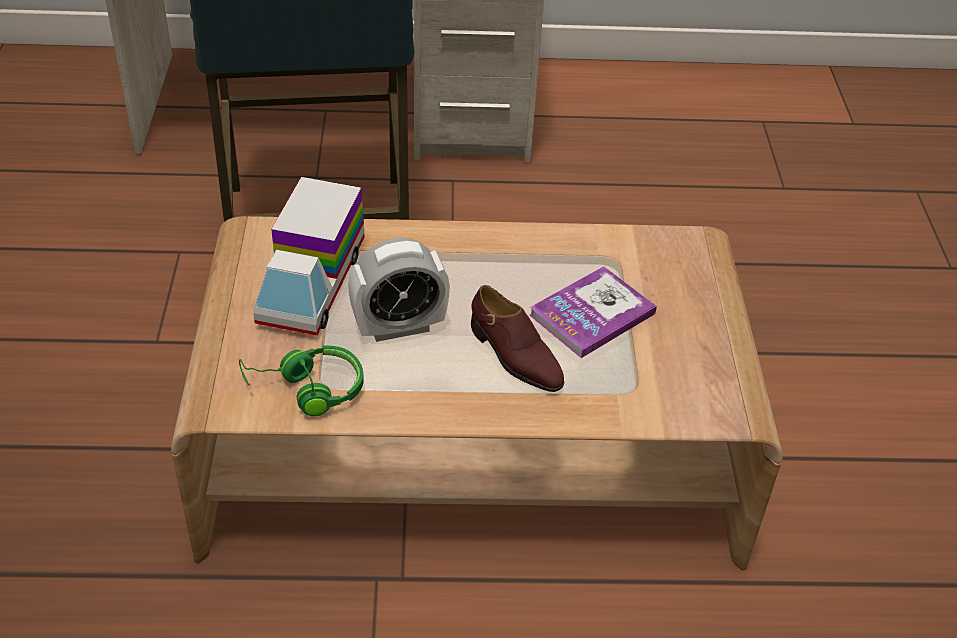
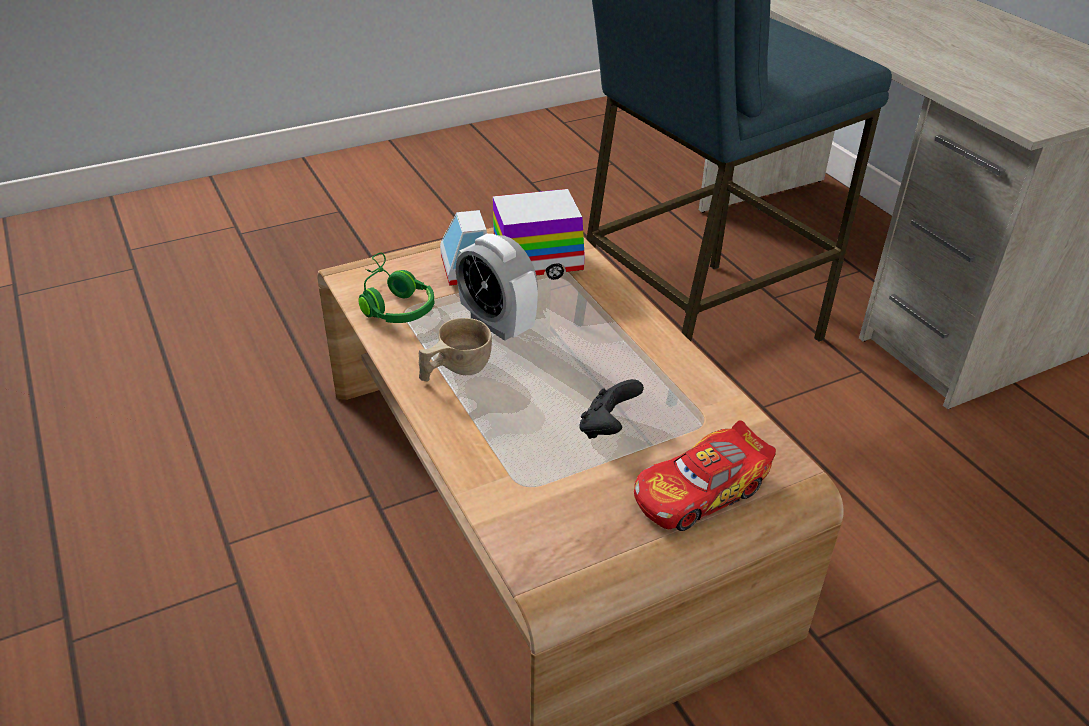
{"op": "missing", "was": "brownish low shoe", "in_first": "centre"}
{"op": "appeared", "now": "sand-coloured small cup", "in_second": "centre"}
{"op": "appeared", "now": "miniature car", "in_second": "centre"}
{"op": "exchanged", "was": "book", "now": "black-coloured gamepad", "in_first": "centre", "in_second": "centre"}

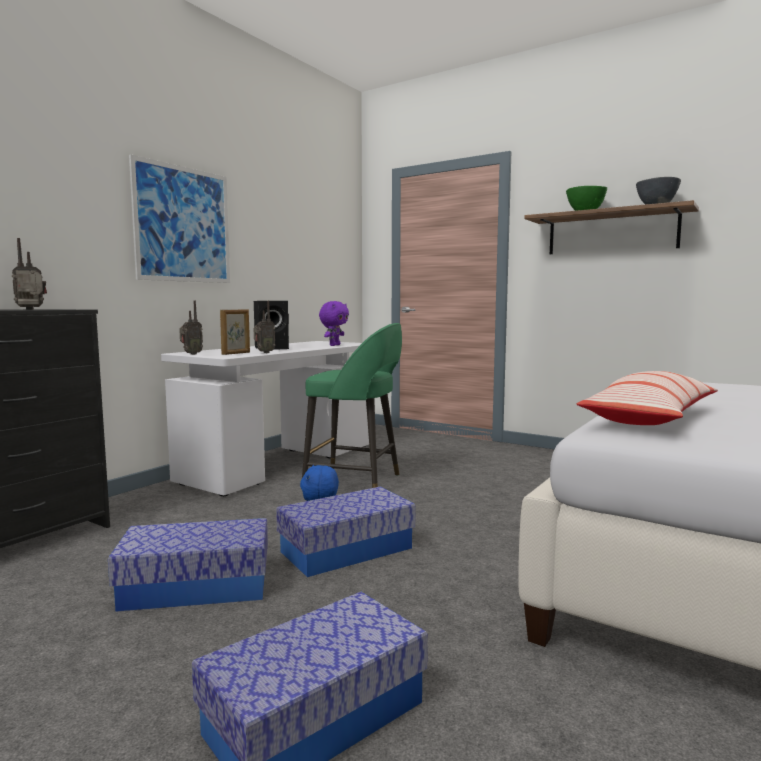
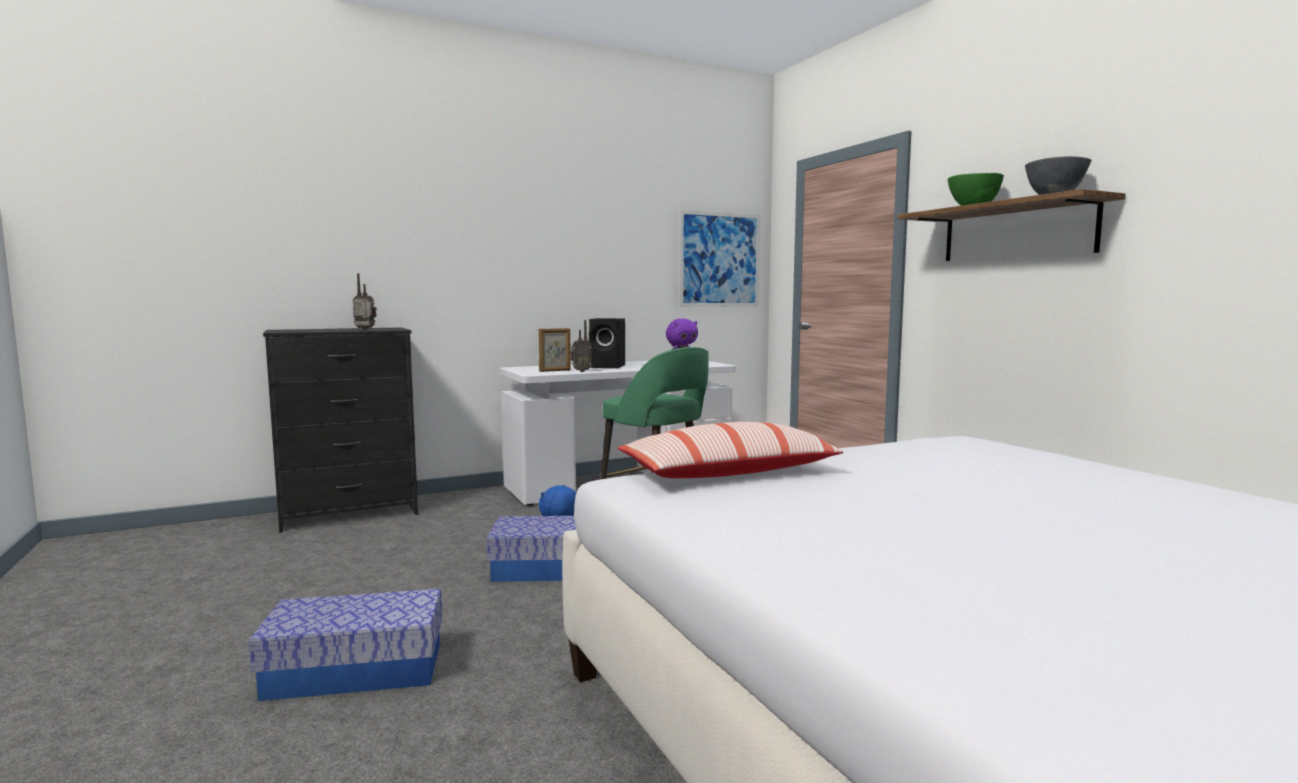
{"op": "missing", "was": "storage container (no. 1 from left)", "in_first": "bottom left"}
{"op": "missing", "was": "radio set (no. 2 from left)", "in_first": "middle left"}
{"op": "relocated", "was": "wall art", "in_first": "top left", "in_second": "top centre"}

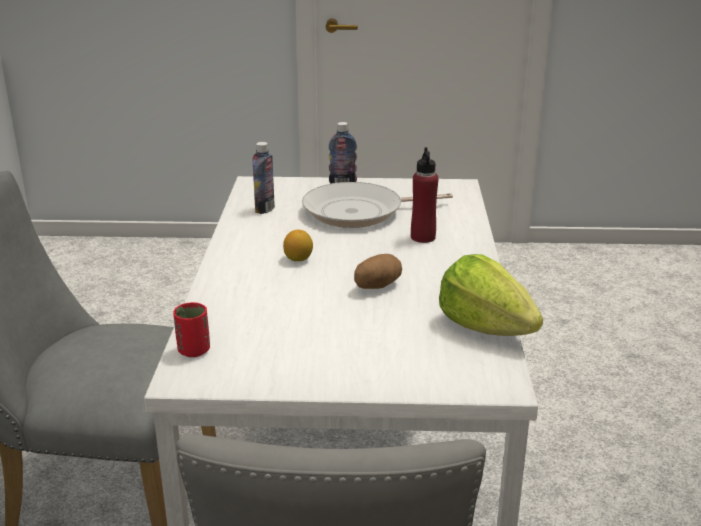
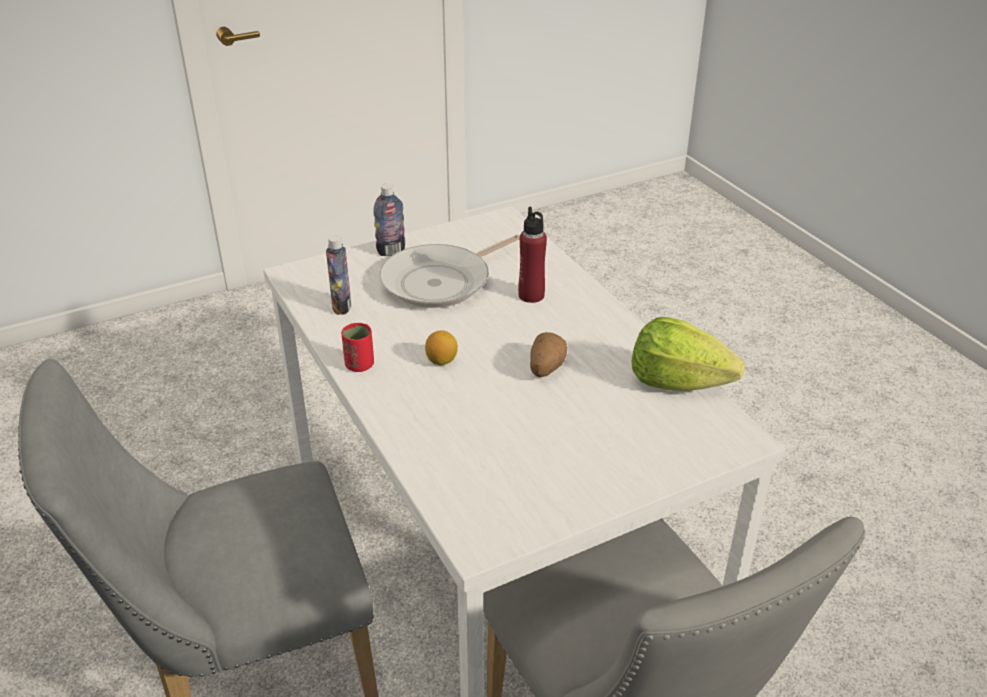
{"op": "relocated", "was": "red small cup", "in_first": "middle left", "in_second": "centre"}

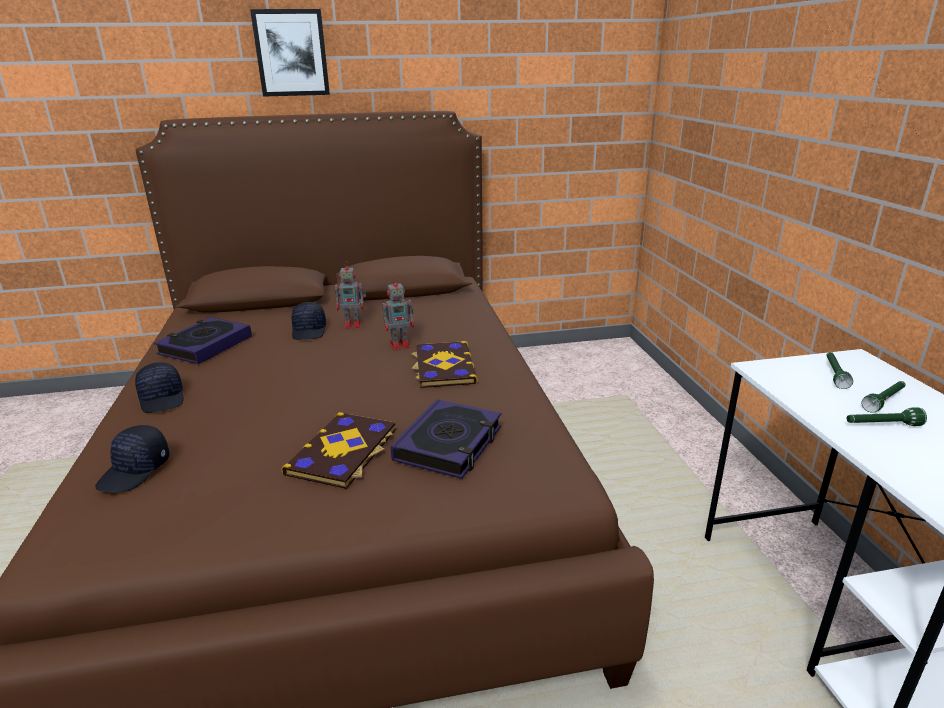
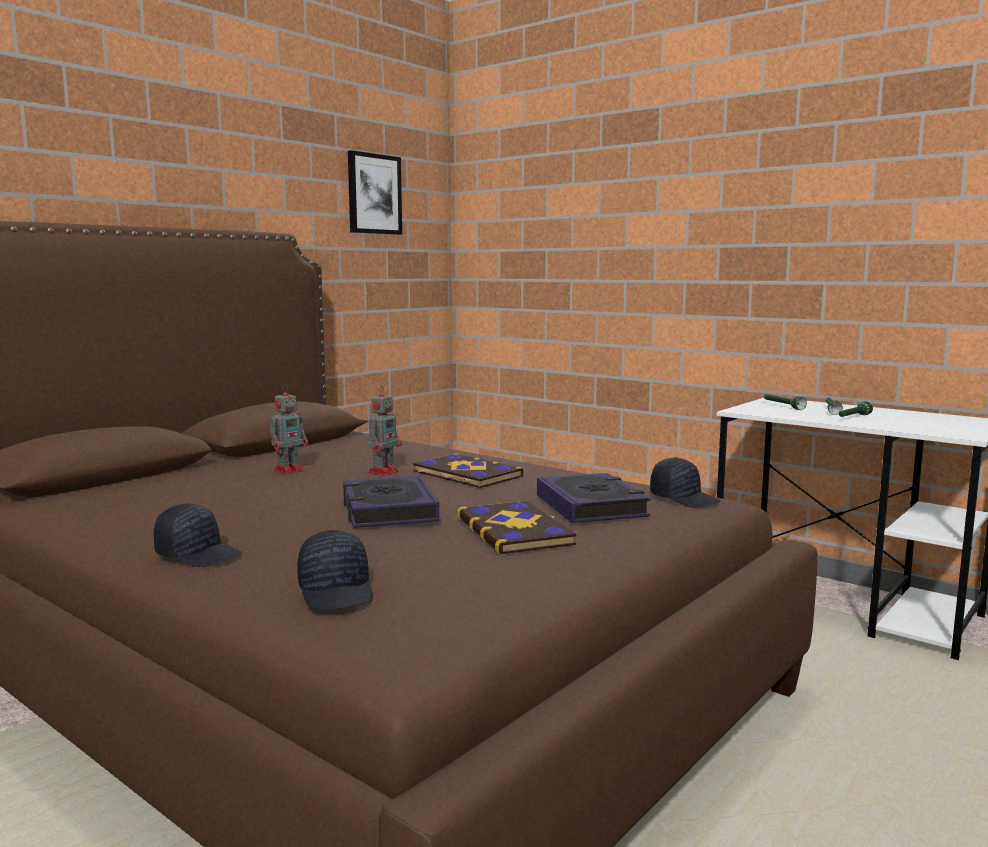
{"op": "relocated", "was": "book (no. 1 from left)", "in_first": "middle left", "in_second": "centre"}
{"op": "relocated", "was": "wall art", "in_first": "top left", "in_second": "top centre"}
{"op": "relocated", "was": "black-coloured baseball cap (no. 3 from left)", "in_first": "middle left", "in_second": "middle right"}

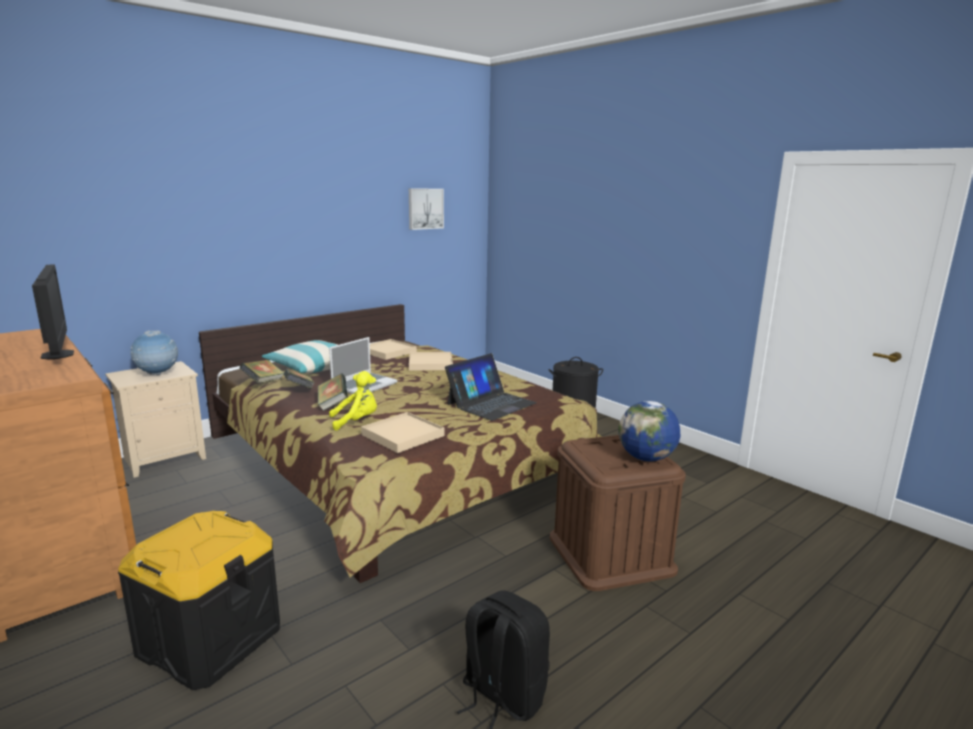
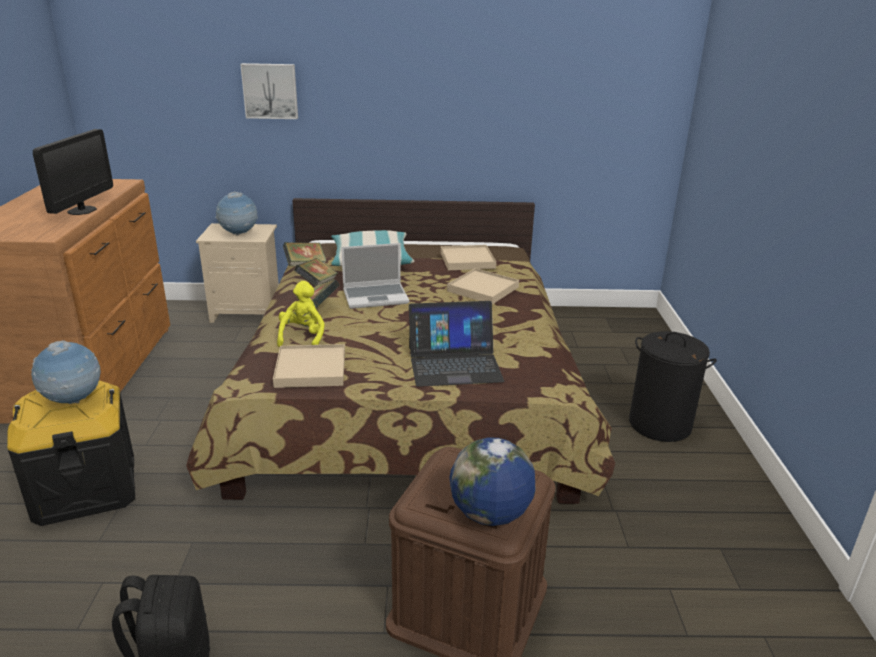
{"op": "appeared", "now": "world globe (no. 1 from left)", "in_second": "middle left"}
{"op": "relocated", "was": "wall art", "in_first": "top centre", "in_second": "top left"}
{"op": "spun", "was": "yellow soft toy", "in_first": "centre", "in_second": "centre", "clockwise": -105}

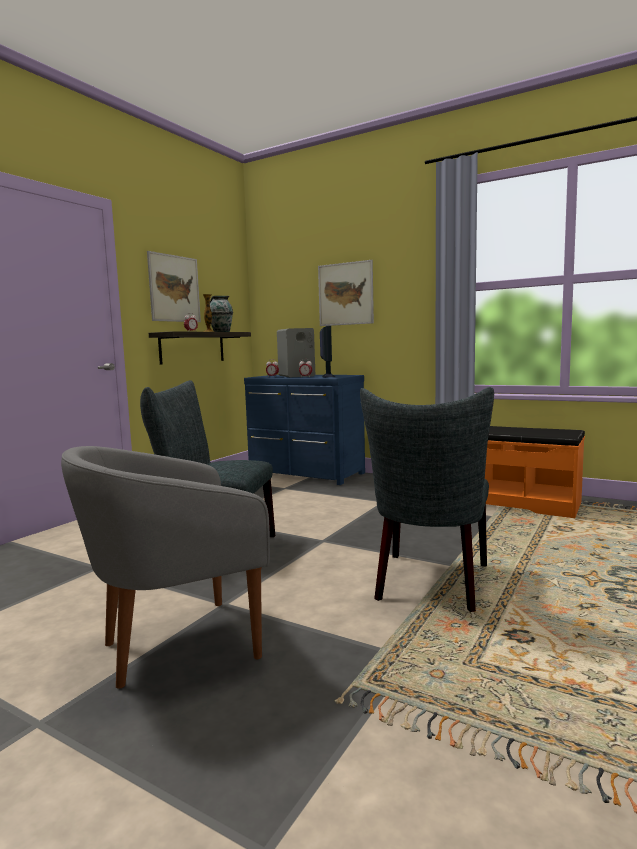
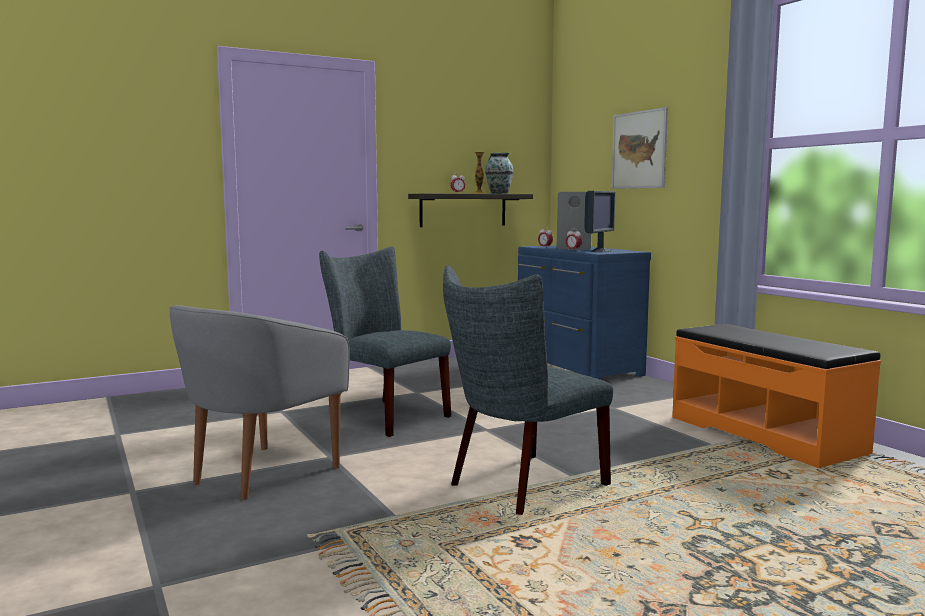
{"op": "missing", "was": "wall art (no. 1 from left)", "in_first": "middle left"}
{"op": "spun", "was": "gray lounge chair", "in_first": "bottom left", "in_second": "middle left", "clockwise": -60}

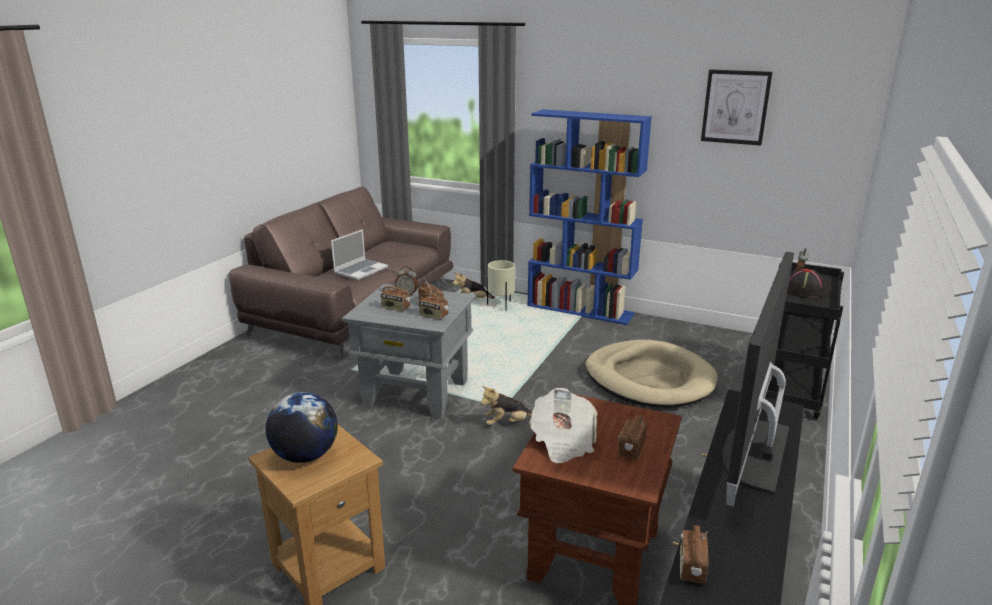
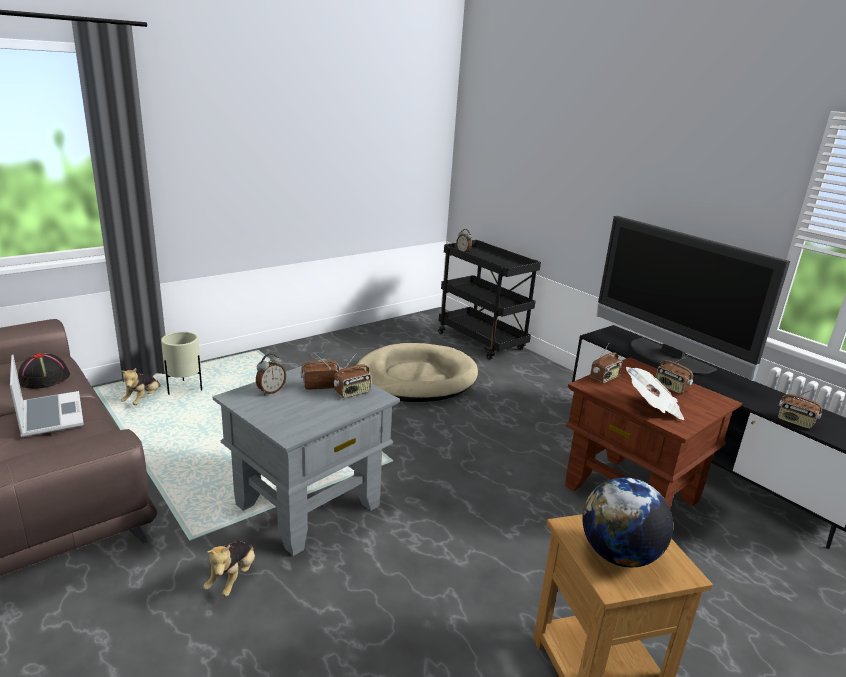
{"op": "missing", "was": "bluish bookcase", "in_first": "centre"}
{"op": "missing", "was": "wall art", "in_first": "top right"}
{"op": "relocated", "was": "radio set (no. 1 from left in the first image)", "now": "radio set (no. 3 from left)", "in_first": "centre", "in_second": "middle right"}
{"op": "relocated", "was": "soft toy (no. 2 from left)", "in_first": "bottom centre", "in_second": "bottom left"}
{"op": "relocated", "was": "black-coloured clothing hat", "in_first": "middle right", "in_second": "middle left"}

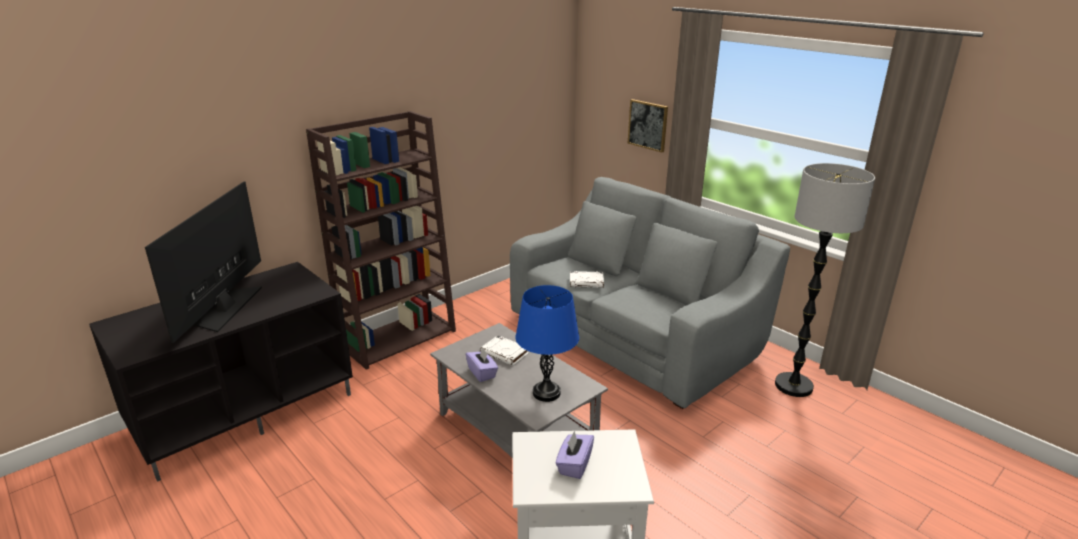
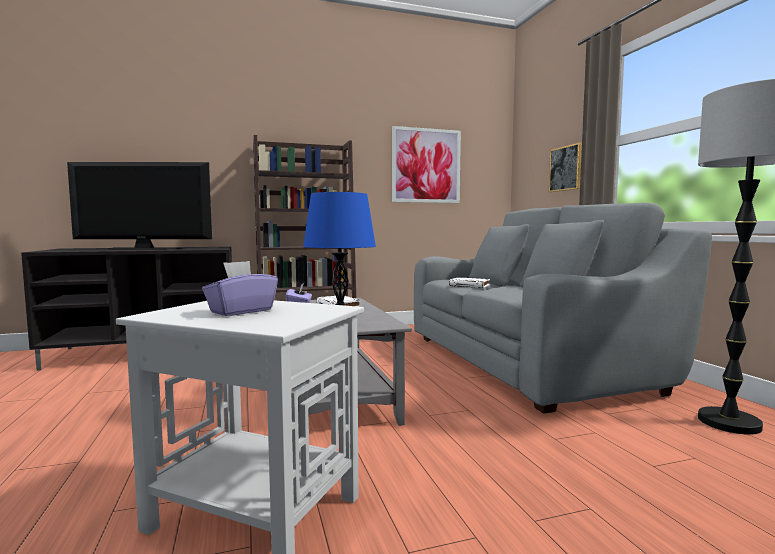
{"op": "appeared", "now": "wall art (no. 1 from left)", "in_second": "top centre"}
{"op": "spun", "was": "TV set", "in_first": "middle left", "in_second": "middle left", "clockwise": -120}

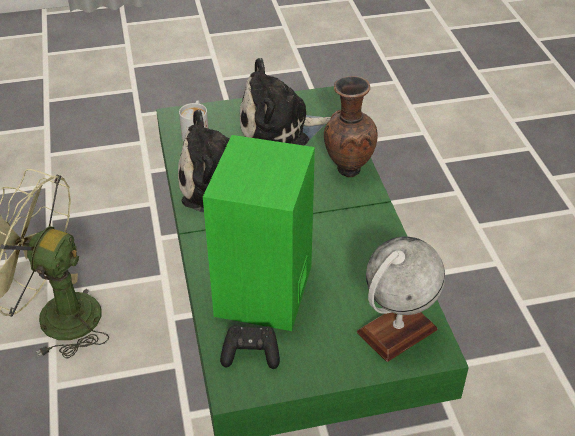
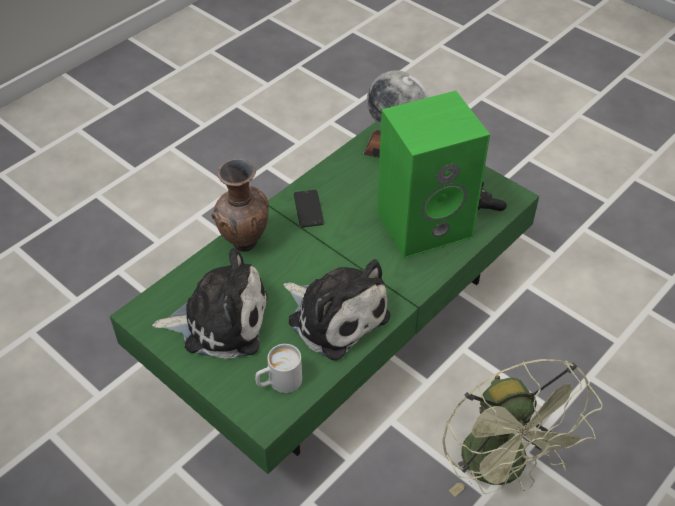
{"op": "appeared", "now": "handset", "in_second": "centre"}
{"op": "spun", "was": "soft toy (no. 2 from left in the first image)", "in_first": "top centre", "in_second": "middle left", "clockwise": -45}

